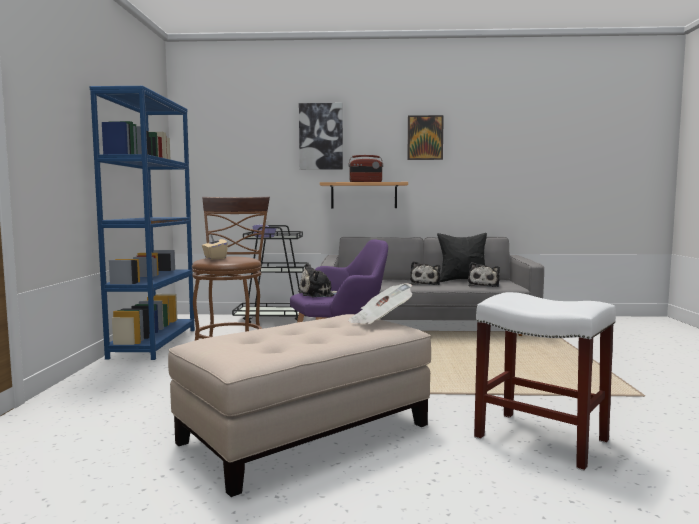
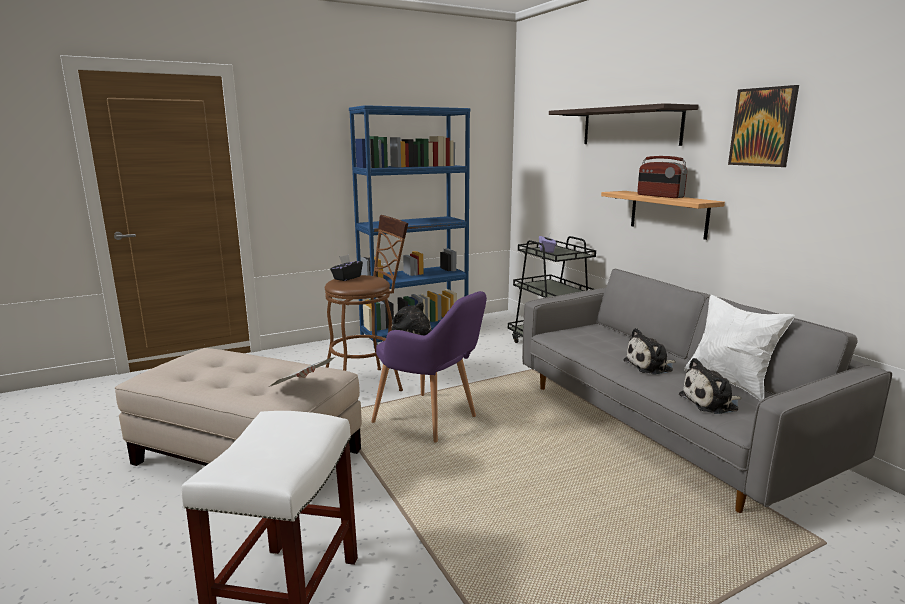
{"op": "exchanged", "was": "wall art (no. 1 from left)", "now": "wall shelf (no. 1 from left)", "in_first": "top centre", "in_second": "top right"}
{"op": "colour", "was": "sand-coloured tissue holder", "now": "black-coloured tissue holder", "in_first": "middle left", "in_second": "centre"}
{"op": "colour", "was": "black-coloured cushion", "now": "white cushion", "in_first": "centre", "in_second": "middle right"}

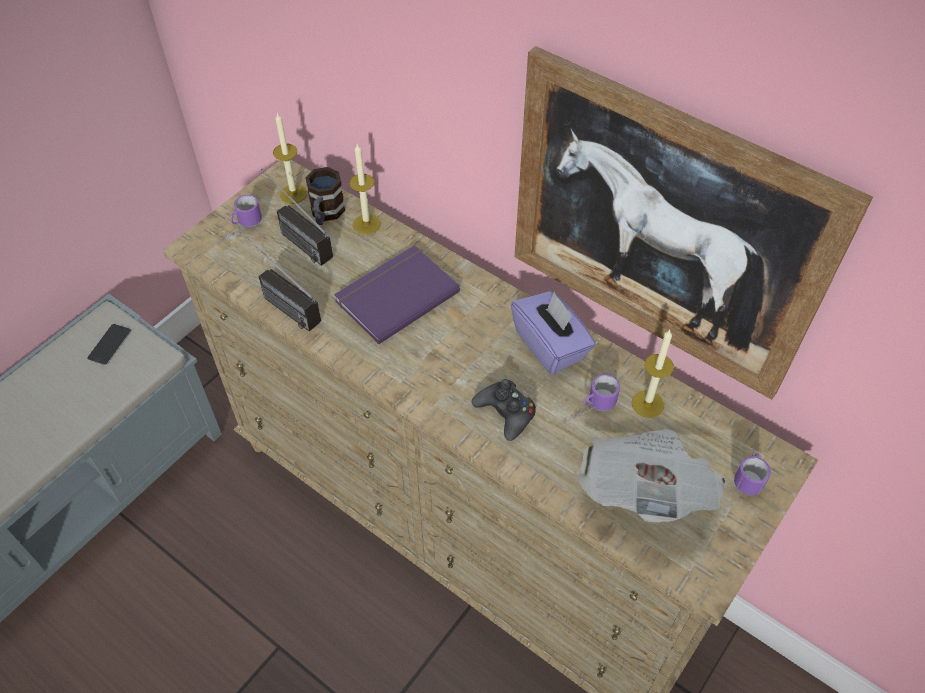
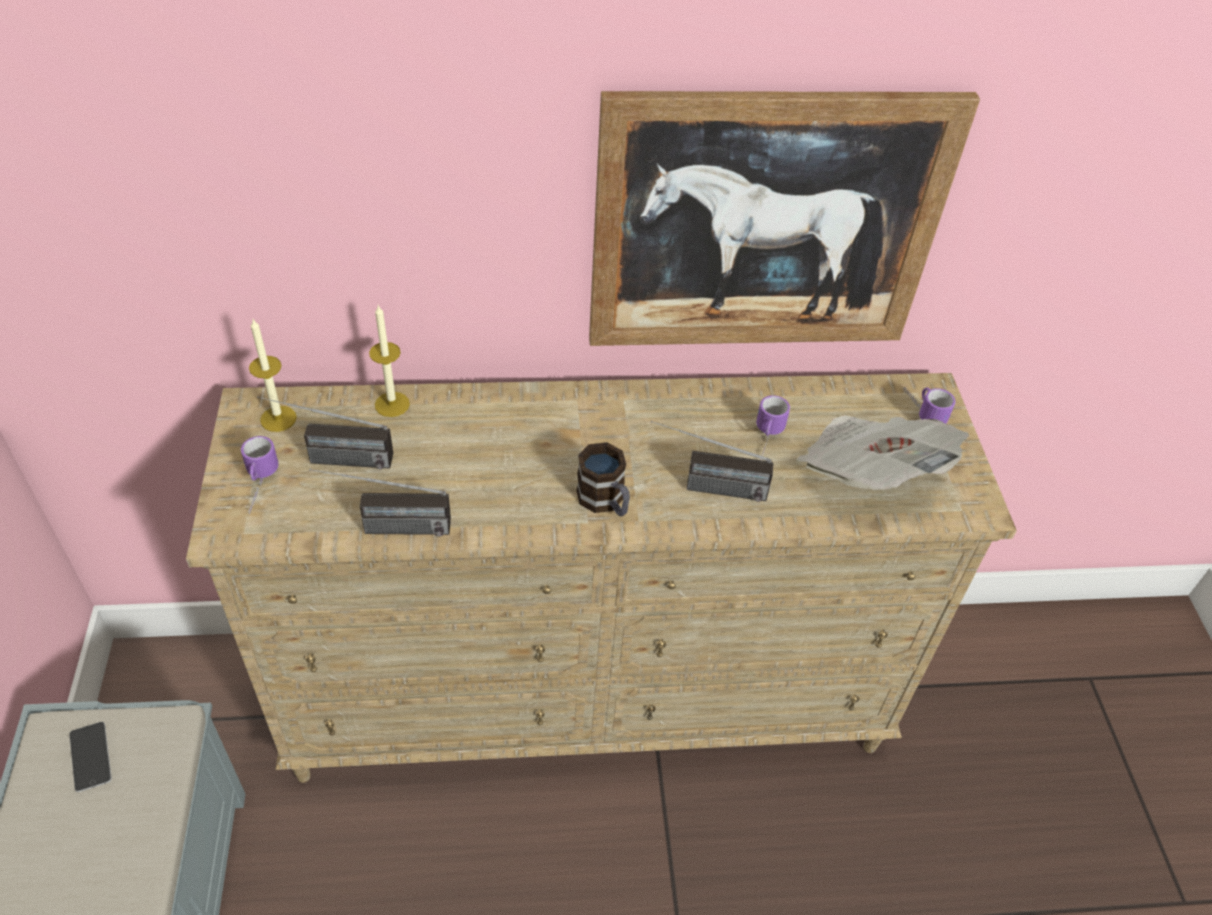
{"op": "missing", "was": "purplish book", "in_first": "centre"}
{"op": "missing", "was": "purplish tissue holder", "in_first": "centre"}
{"op": "missing", "was": "wax candle (no. 3 from left)", "in_first": "middle right"}
{"op": "relocated", "was": "mug (no. 2 from left)", "in_first": "top centre", "in_second": "centre"}
{"op": "exchanged", "was": "black-coloured gamepad", "now": "radio set (no. 3 from left)", "in_first": "centre", "in_second": "centre"}

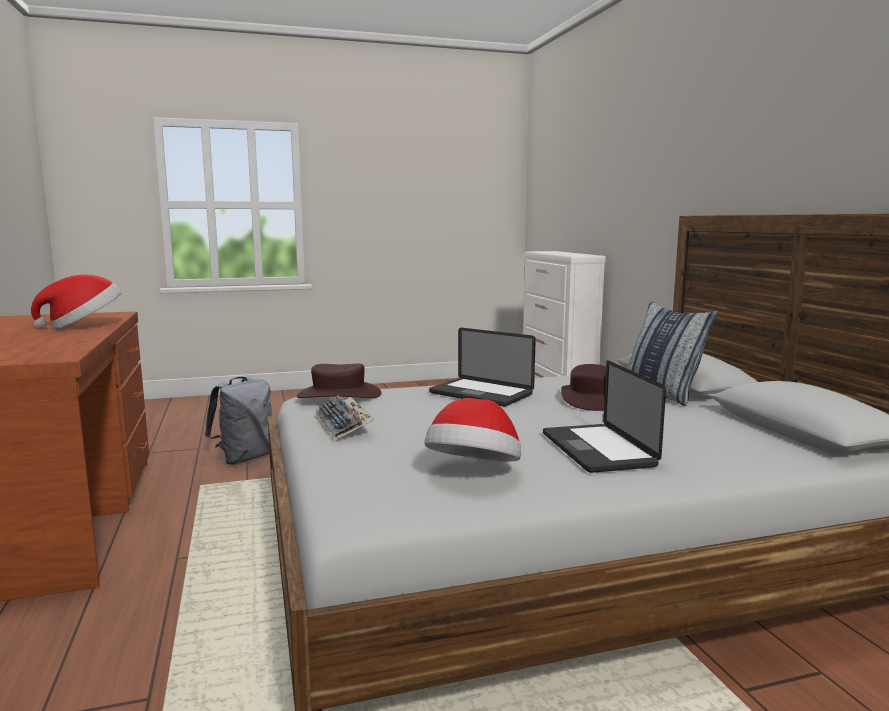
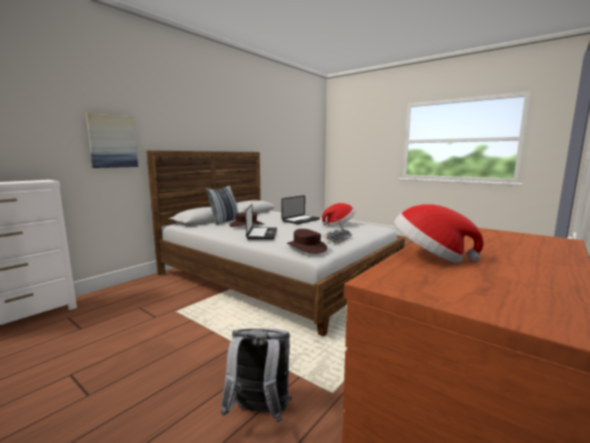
{"op": "appeared", "now": "wall art", "in_second": "top left"}

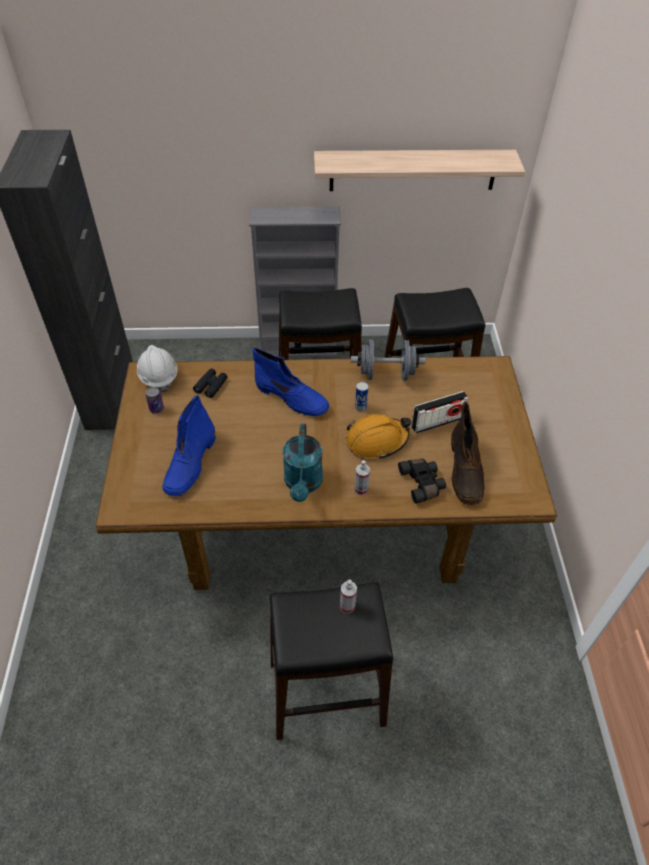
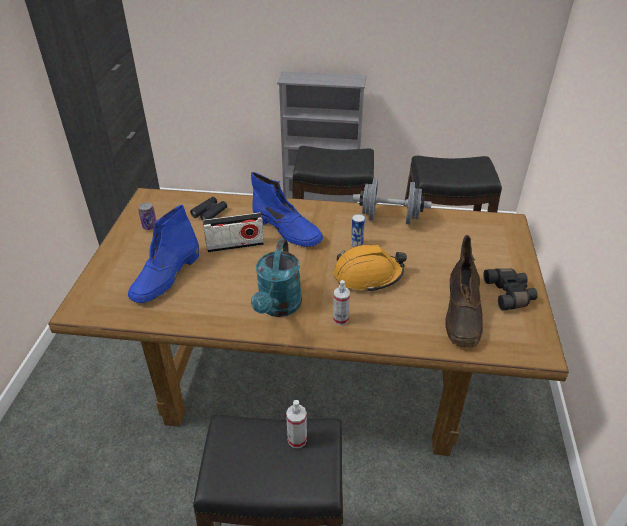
{"op": "missing", "was": "white hard hat", "in_first": "middle left"}
{"op": "missing", "was": "wall shelf", "in_first": "top centre"}
{"op": "relocated", "was": "black-coloured field glasses (no. 2 from left)", "in_first": "centre", "in_second": "middle right"}
{"op": "relocated", "was": "radio set", "in_first": "middle right", "in_second": "centre"}

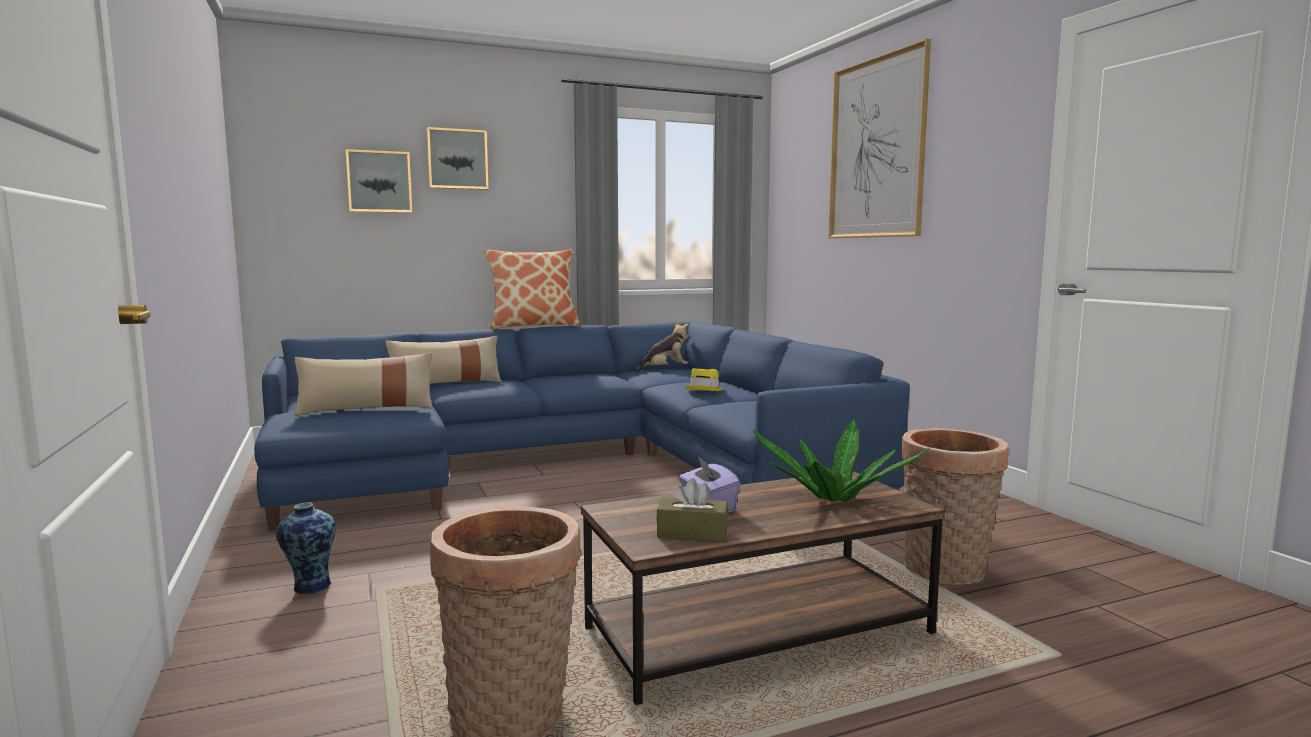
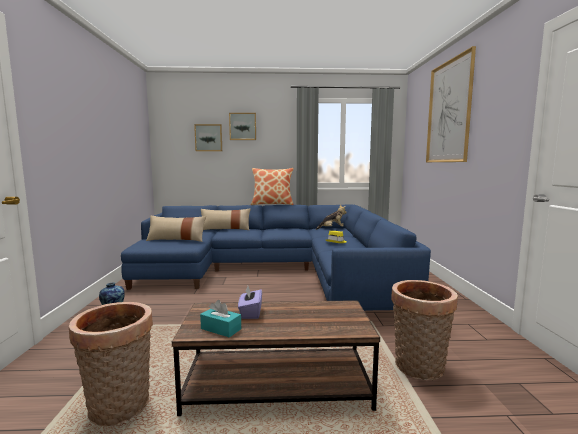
{"op": "missing", "was": "houseplant", "in_first": "centre"}
{"op": "colour", "was": "brownish tissue holder", "now": "turquoise tissue holder", "in_first": "bottom centre", "in_second": "bottom centre"}

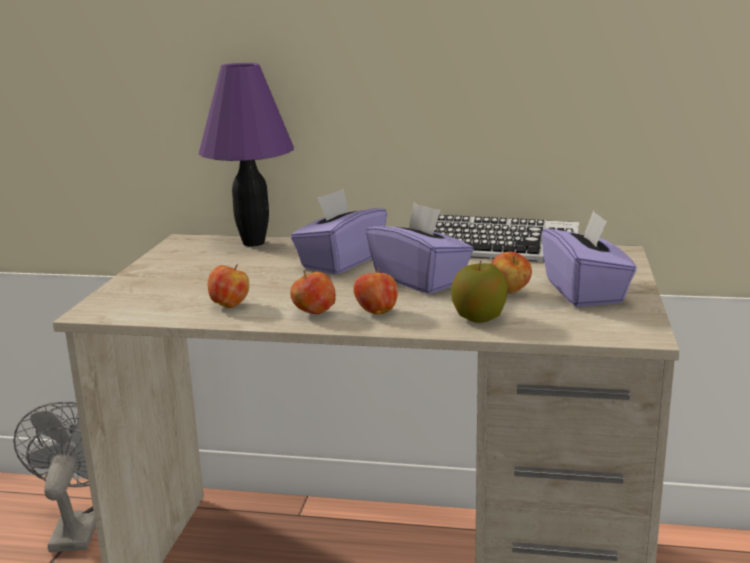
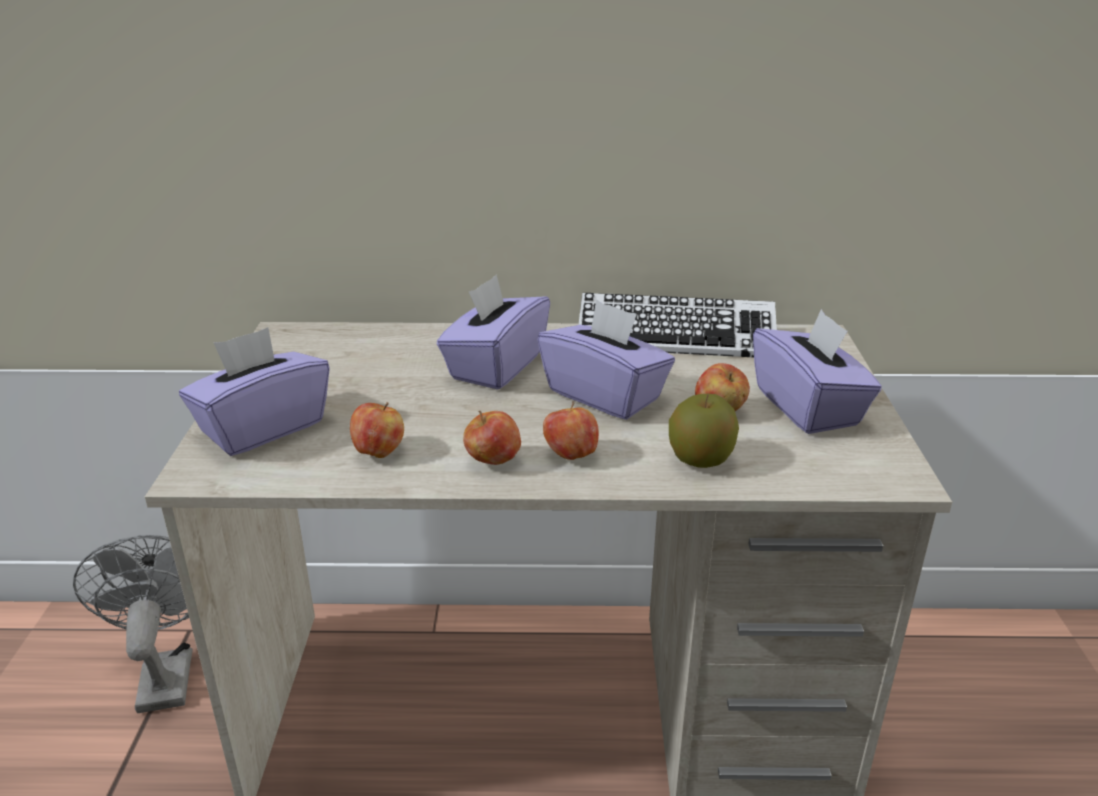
{"op": "missing", "was": "purplish table lamp", "in_first": "top left"}
{"op": "appeared", "now": "purplish tissue holder (no. 1 from left)", "in_second": "middle left"}

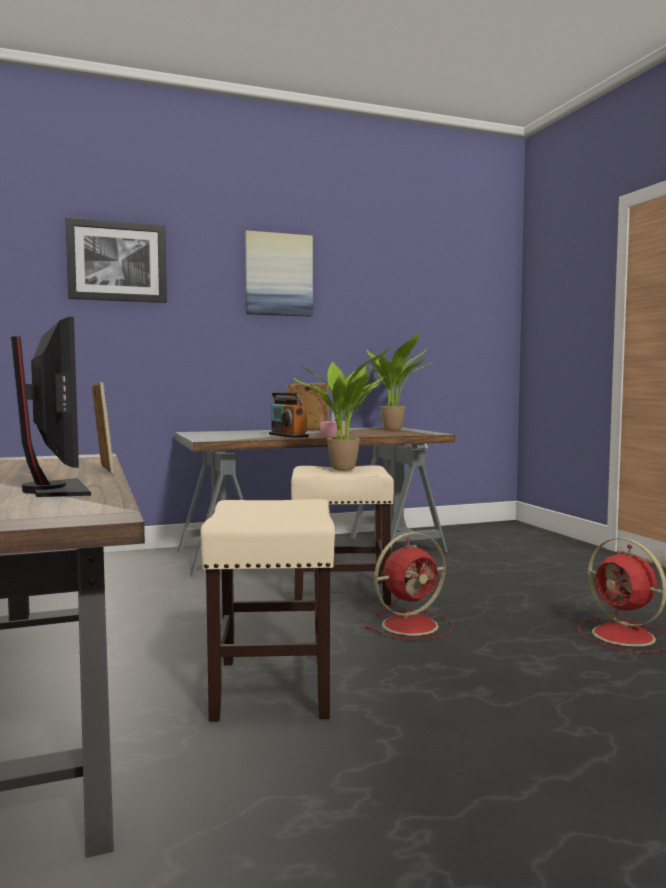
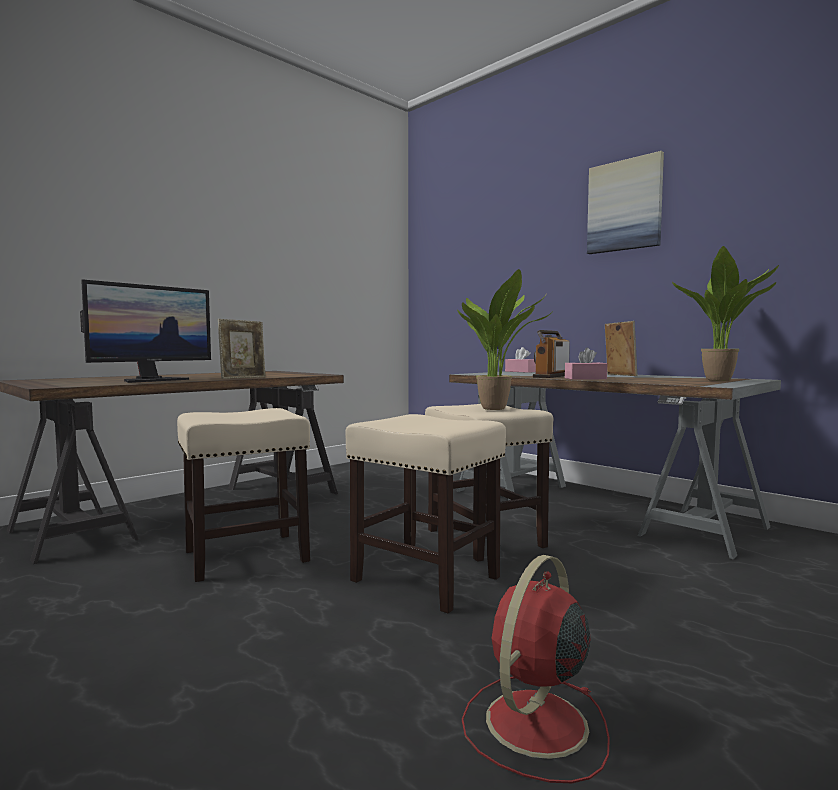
{"op": "missing", "was": "wall art (no. 1 from left)", "in_first": "top left"}
{"op": "appeared", "now": "pinkish tissue holder (no. 1 from left)", "in_second": "centre"}
{"op": "exchanged", "was": "red fan (no. 1 from left)", "now": "sand-coloured stool seat (no. 2 from left)", "in_first": "centre", "in_second": "centre"}

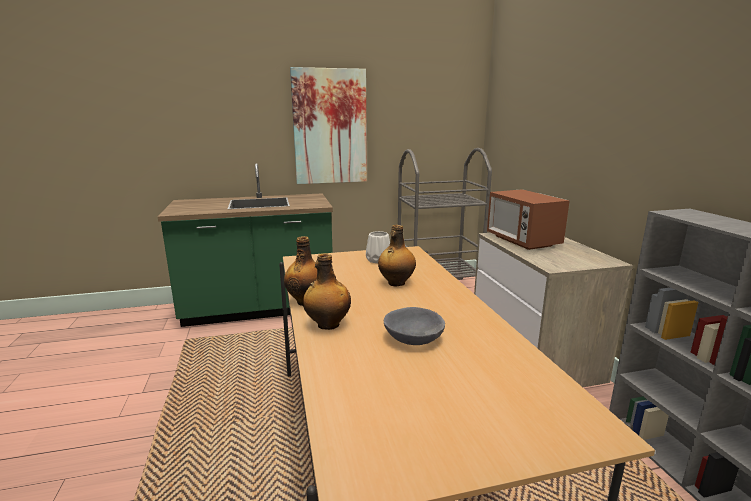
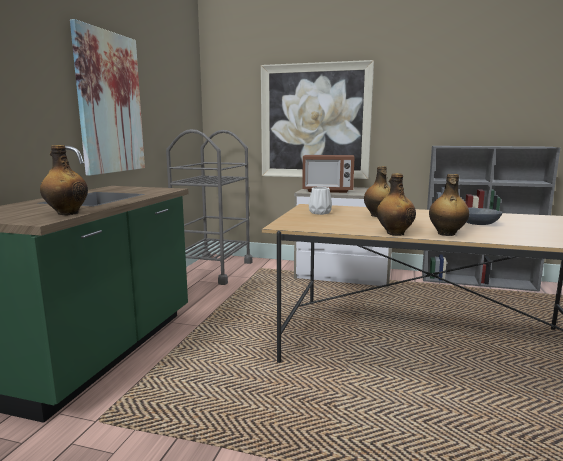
{"op": "appeared", "now": "drink bottle (no. 1 from left)", "in_second": "middle left"}
{"op": "appeared", "now": "wall art (no. 2 from left)", "in_second": "top centre"}

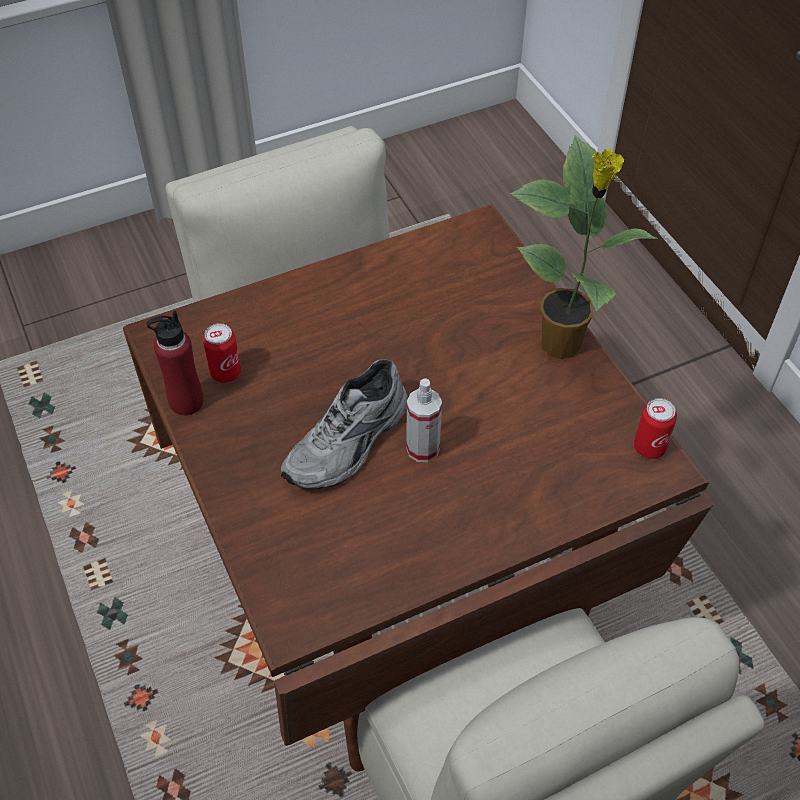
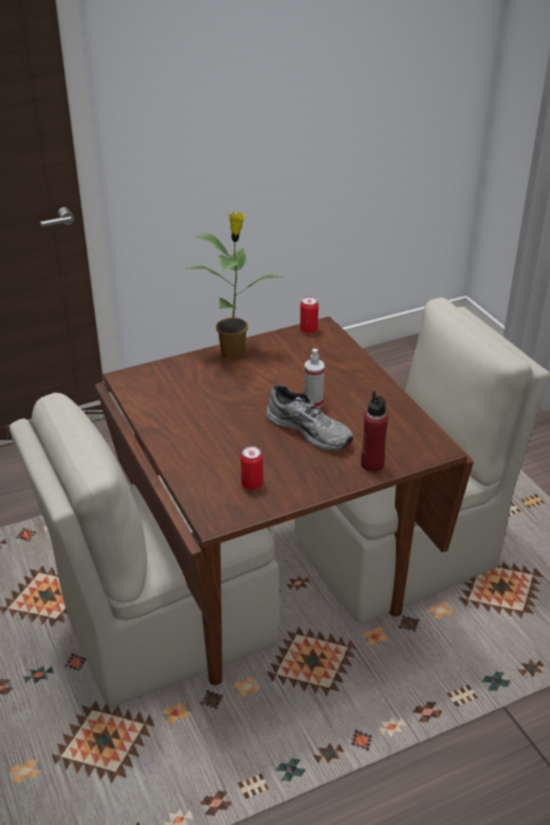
{"op": "relocated", "was": "red drink bottle", "in_first": "middle left", "in_second": "middle right"}

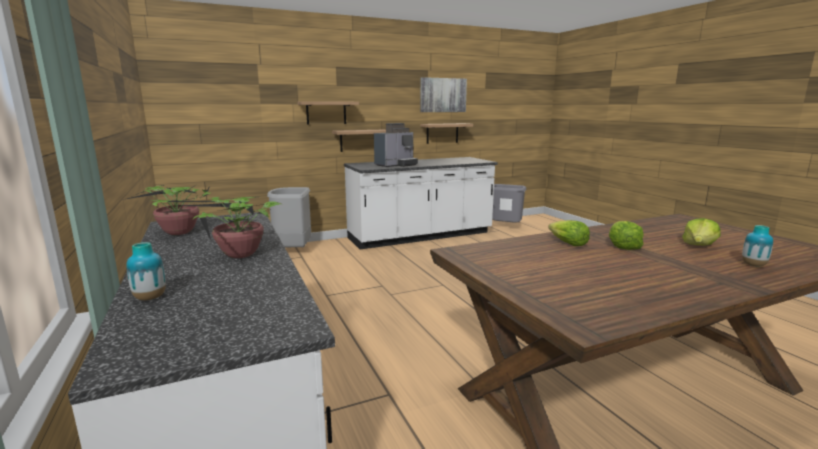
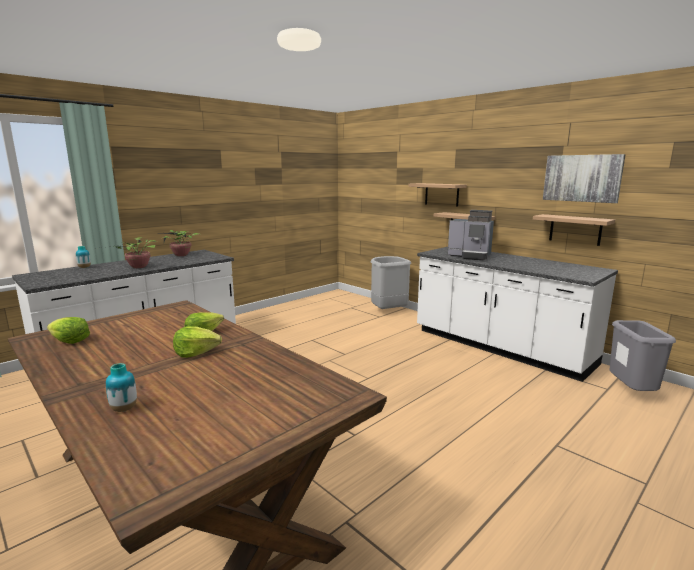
{"op": "relocated", "was": "lettuce head (no. 3 from left in the first image)", "now": "lettuce head (no. 1 from left)", "in_first": "middle right", "in_second": "middle left"}

